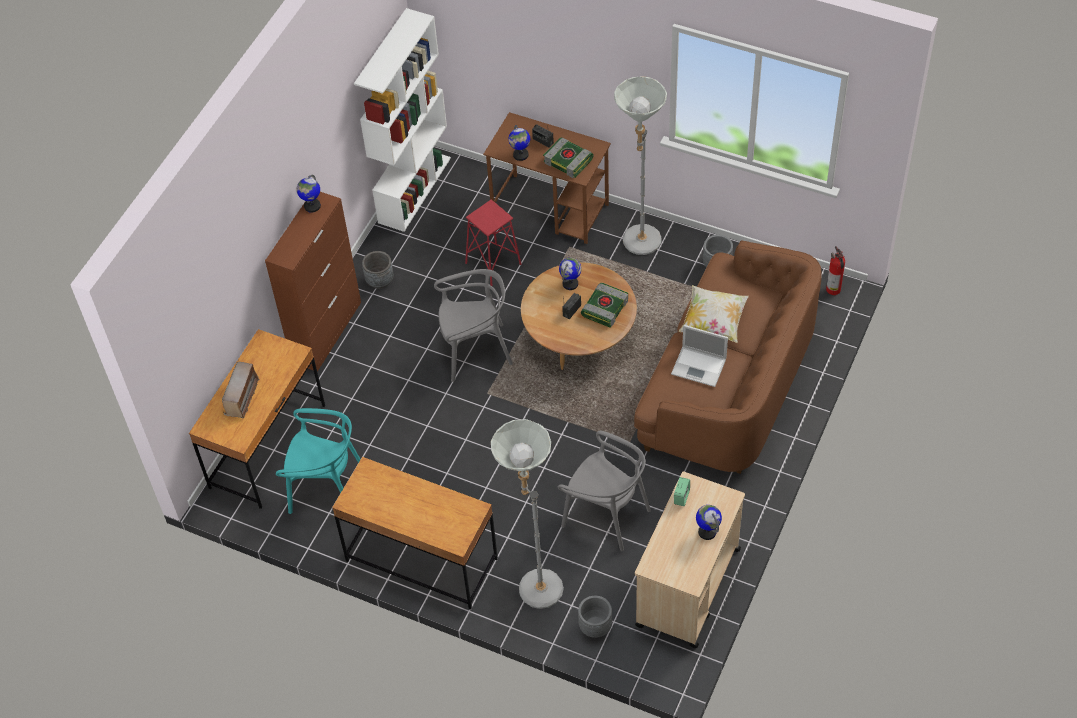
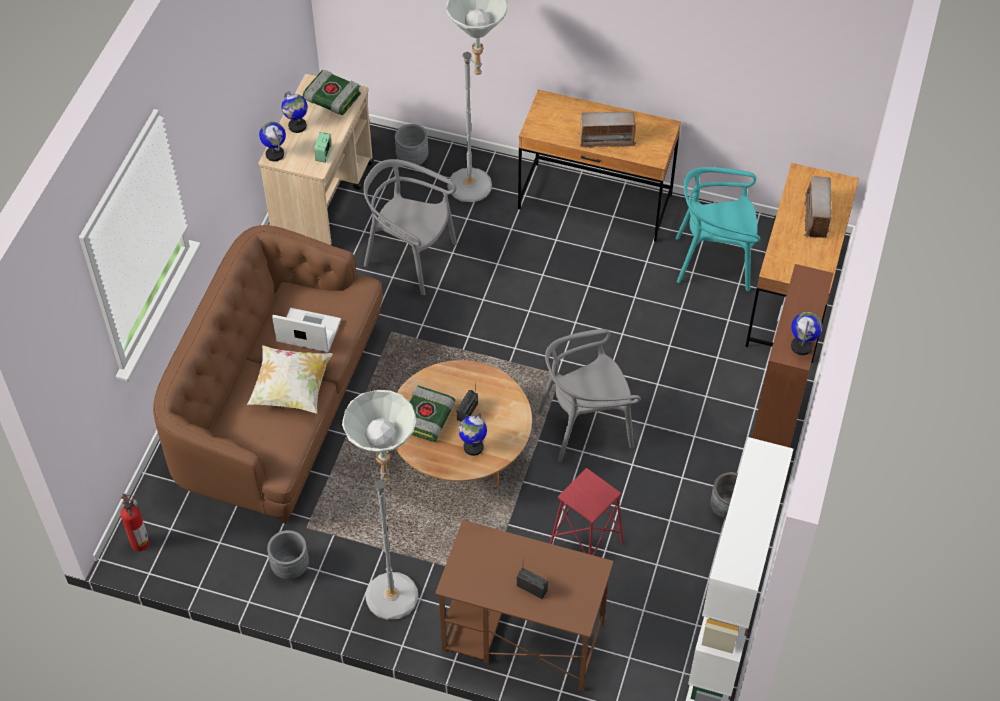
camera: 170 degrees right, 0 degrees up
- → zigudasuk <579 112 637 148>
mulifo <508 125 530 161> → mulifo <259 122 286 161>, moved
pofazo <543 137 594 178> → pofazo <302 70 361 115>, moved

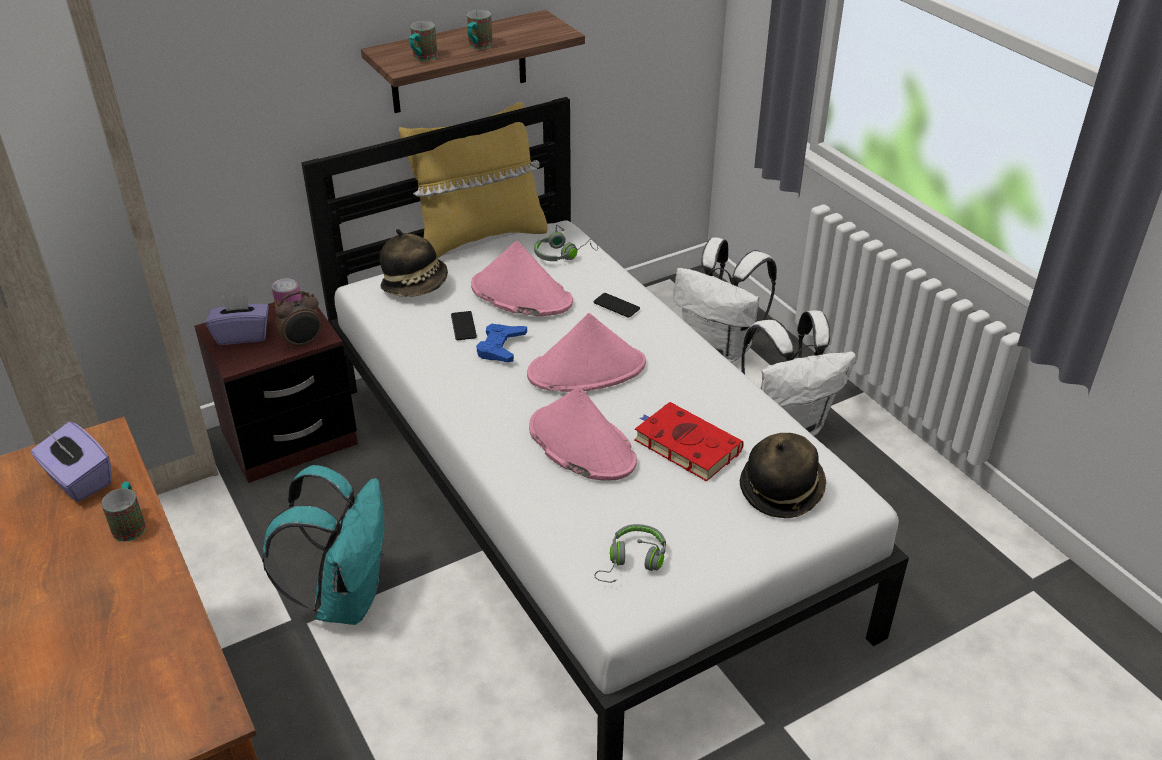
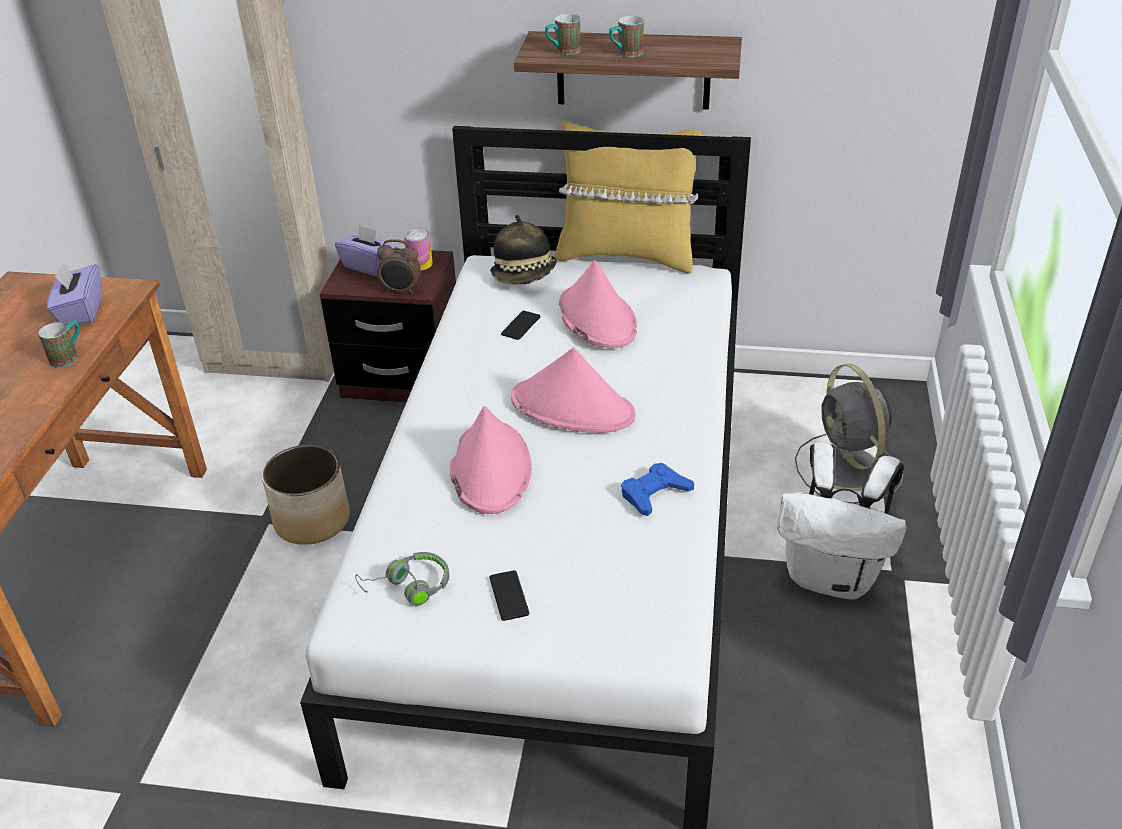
camera: 40 degrees right, 0 degrees up
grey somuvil <534 225 598 261> → -
red pofazo <634 402 744 482> → -
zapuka <740 433 826 518> → -
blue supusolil <476 323 527 363> → blue supusolil <621 463 694 516>, moved
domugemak <593 293 640 318> → domugemak <489 570 530 621>, moved
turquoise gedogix <262 465 385 625> → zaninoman <262 445 350 545>
white gedogix <673 237 777 363> → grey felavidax <795 364 903 504>

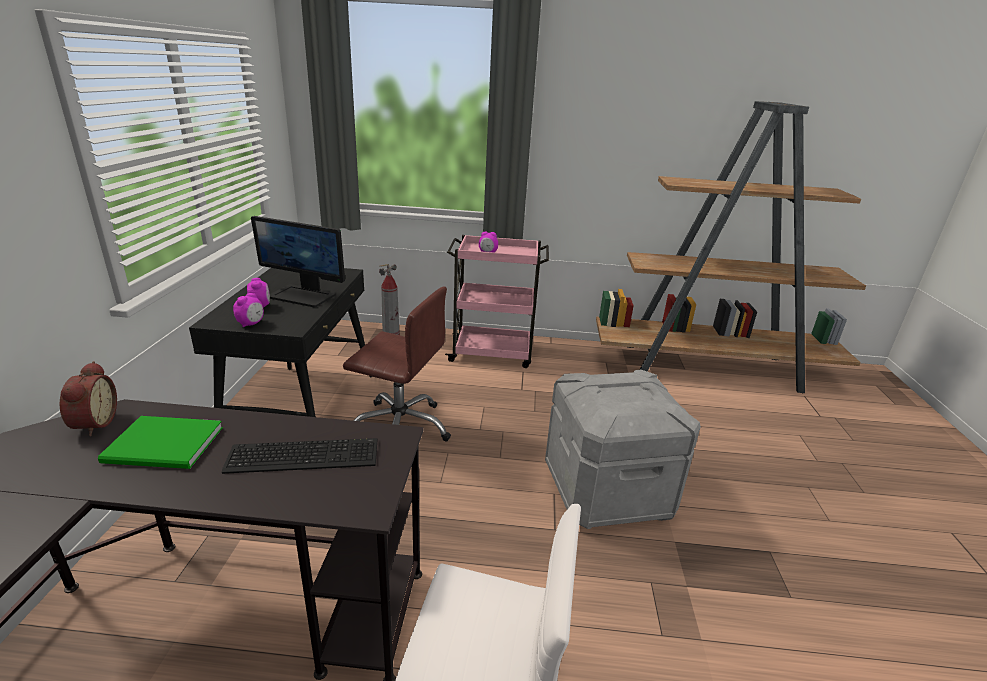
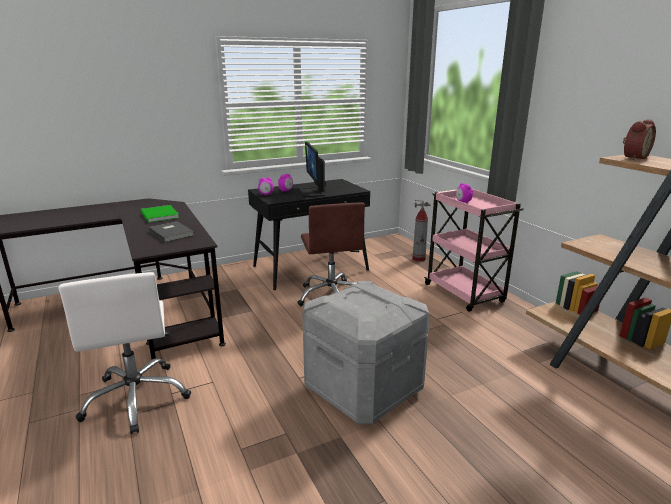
camera: 60 degrees right, 5 degrees down
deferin <60 361 117 436> → deferin <623 119 656 160>, moved
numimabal <222 438 378 474> → grey pofazo <149 221 194 242>

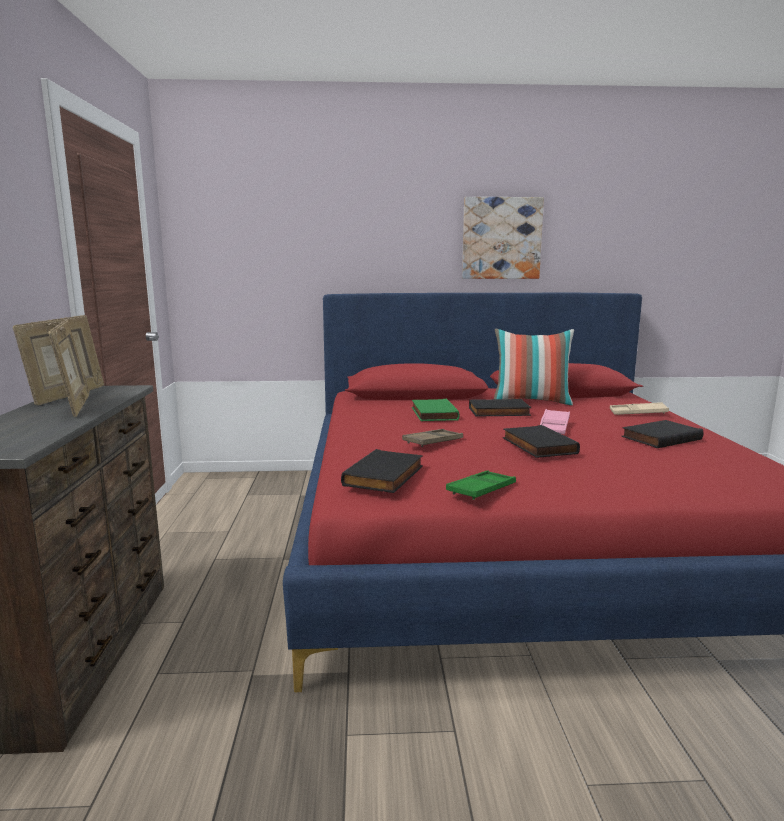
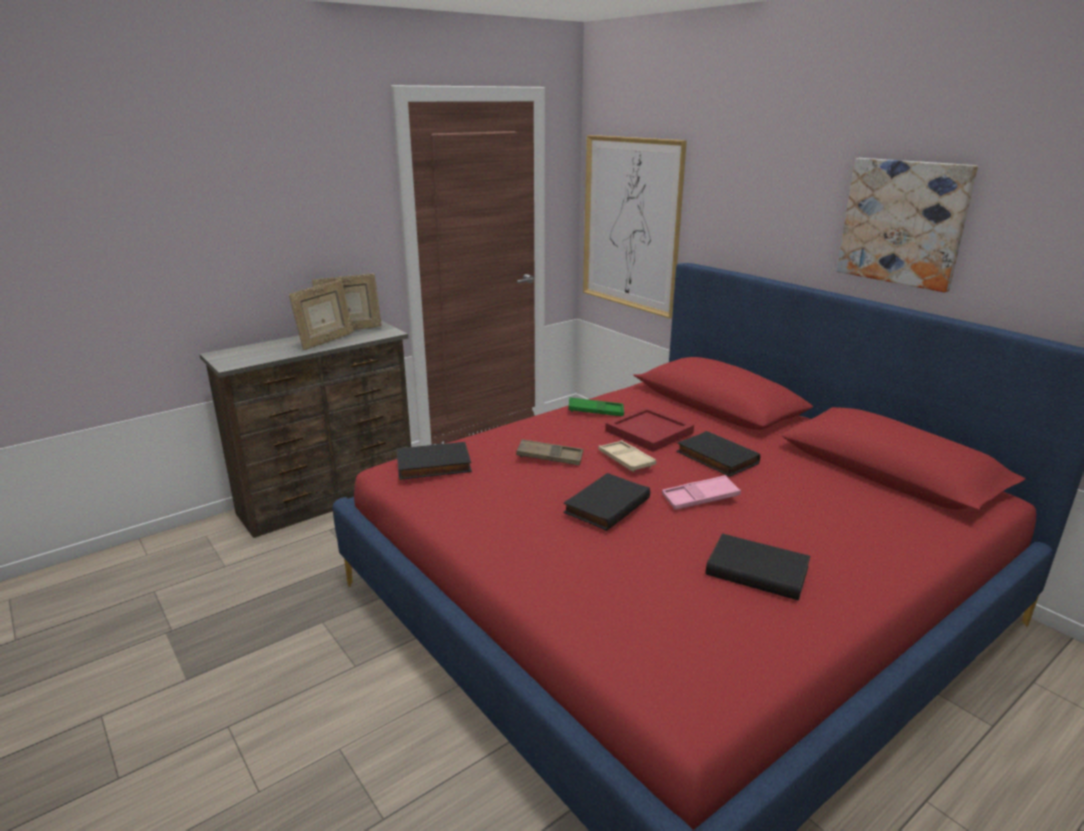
camera: 55 degrees right, 10 degrees up
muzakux <494 329 574 405> → -
- → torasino <583 135 687 318>
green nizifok <446 470 516 500> → green nizifok <568 397 624 416>, moved
beige nizifok <610 402 669 415> → beige nizifok <598 440 656 472>, moved
green pofazo <412 399 459 421> → red nizifok <605 407 694 452>

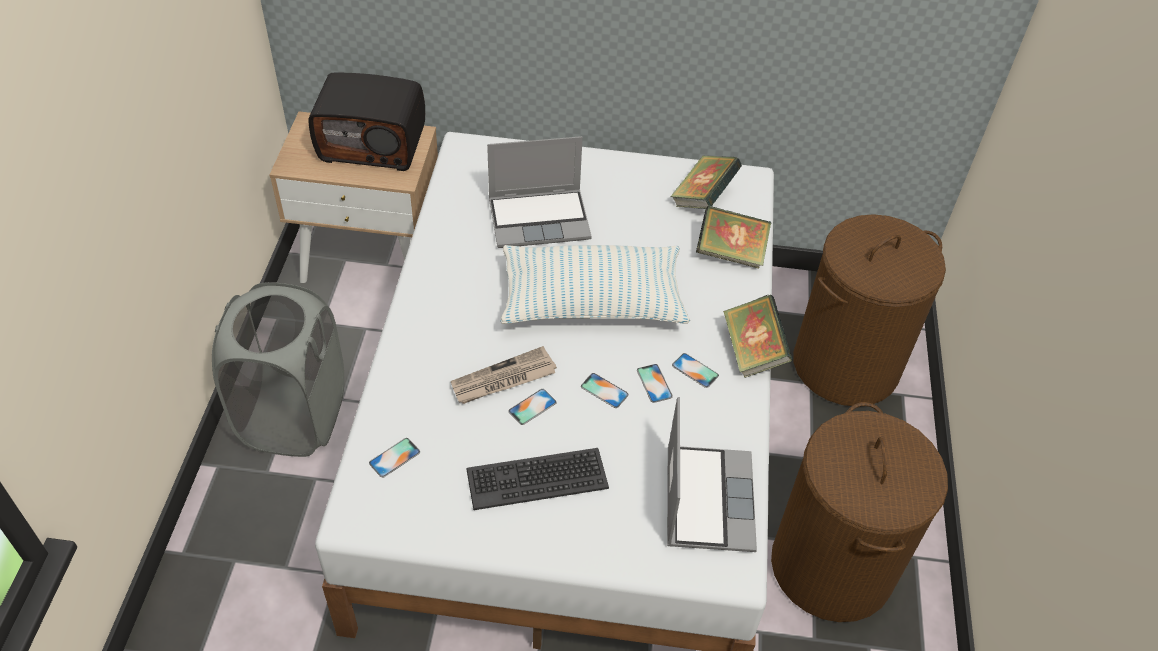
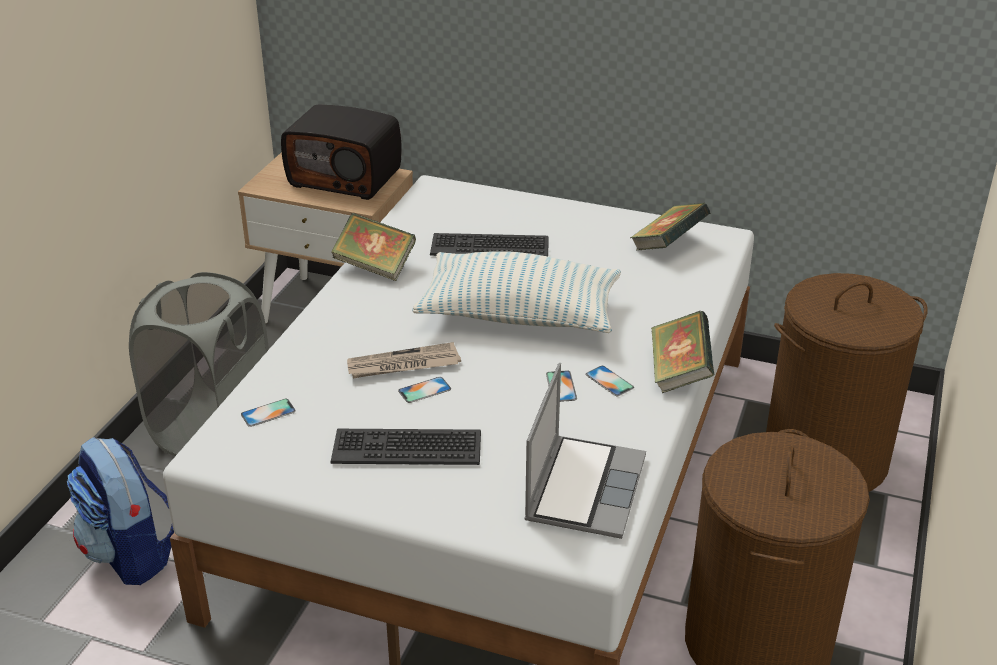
camera: 15 degrees right, 15 degrees down
domugemak <581 373 629 408> → -
- → gedogix <67 437 174 585>
pofazo <696 206 771 269> → pofazo <331 213 416 281>, moved
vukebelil <487 136 592 248> → numimabal <430 233 549 256>

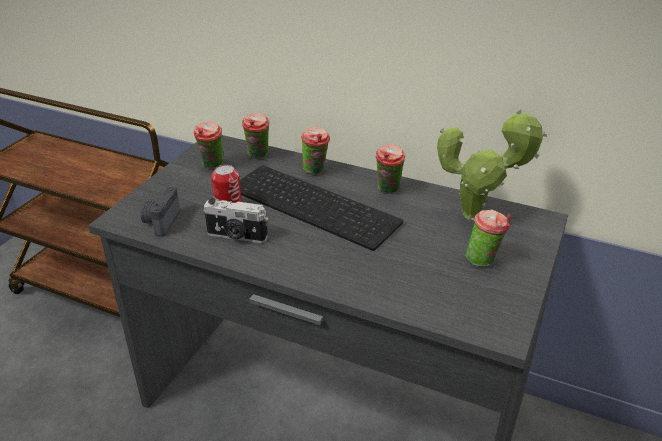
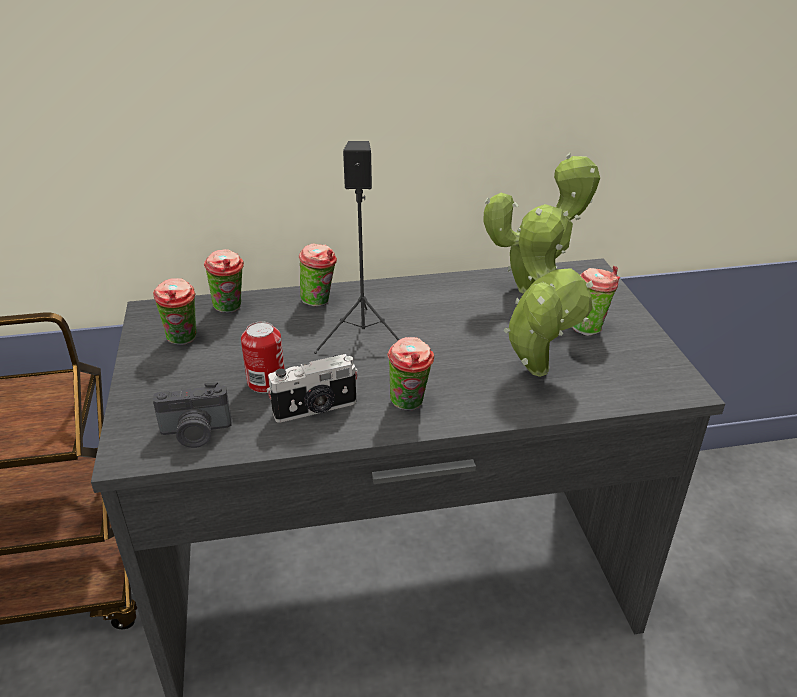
camera: 35 degrees left, 0 degrees up
- → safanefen <503 204 593 377>
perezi <376 144 406 194> → perezi <387 337 434 410>, moved
numimabal <240 165 403 251> → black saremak <314 141 400 354>
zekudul <141 186 180 237> → zekudul <153 382 232 448>, 75 degrees counterclockwise

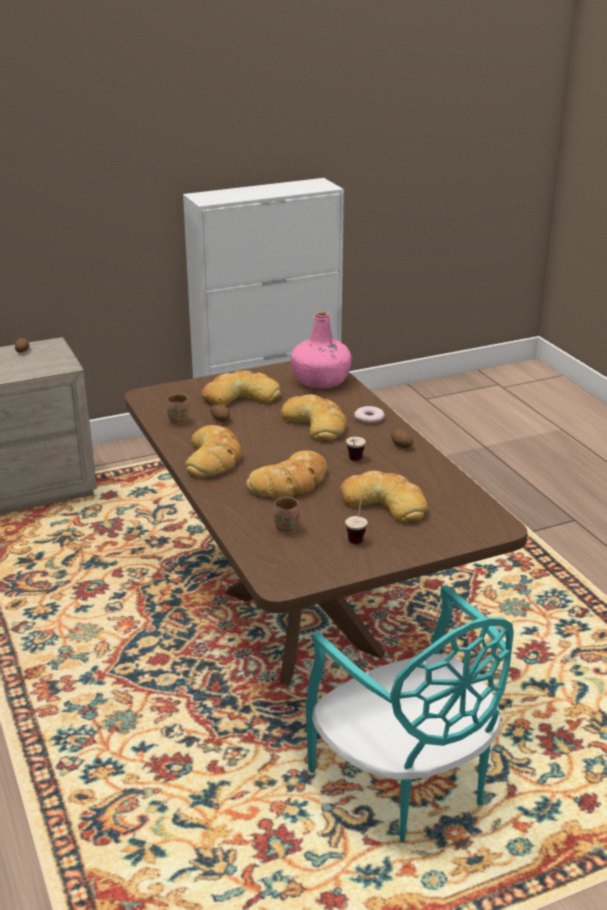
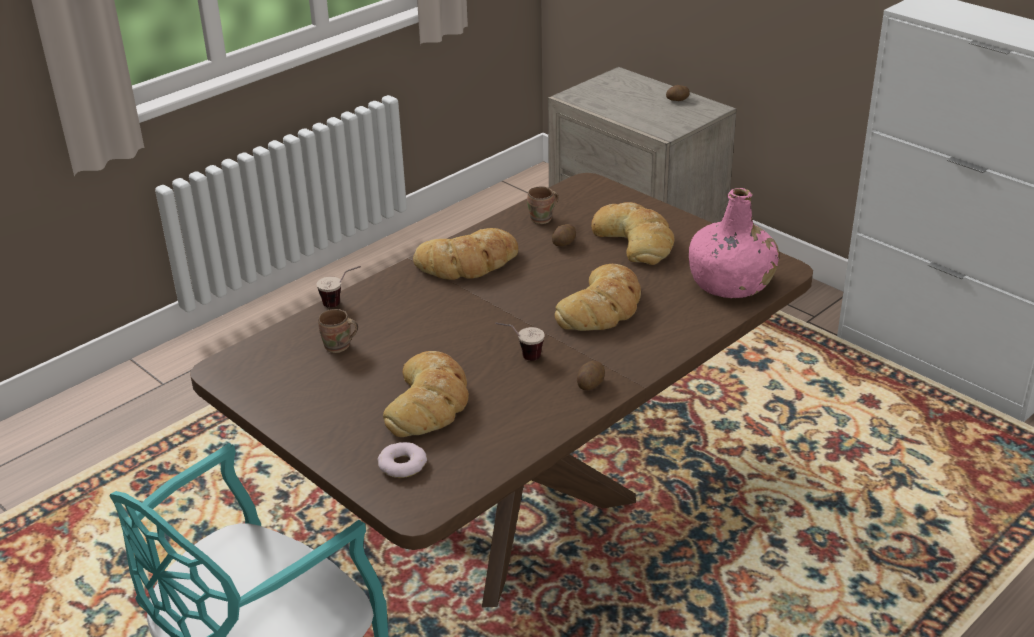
camera: 70 degrees right, 5 degrees up
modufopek <246 450 327 498> → -
perezi <345 494 367 544> → perezi <316 266 361 308>, moved
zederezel <354 406 385 424> → zederezel <378 442 427 478>, moved

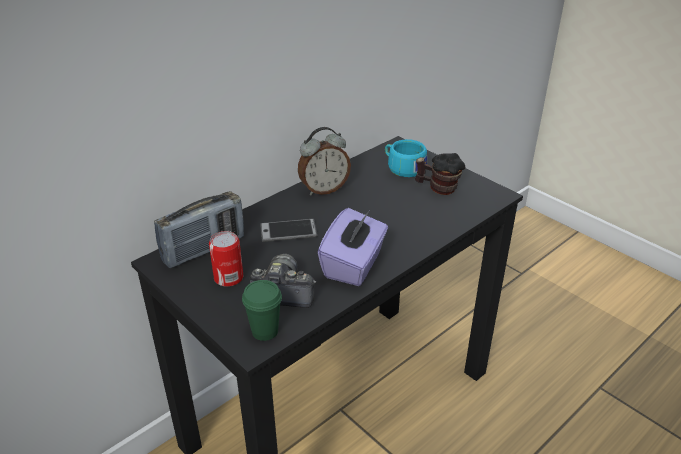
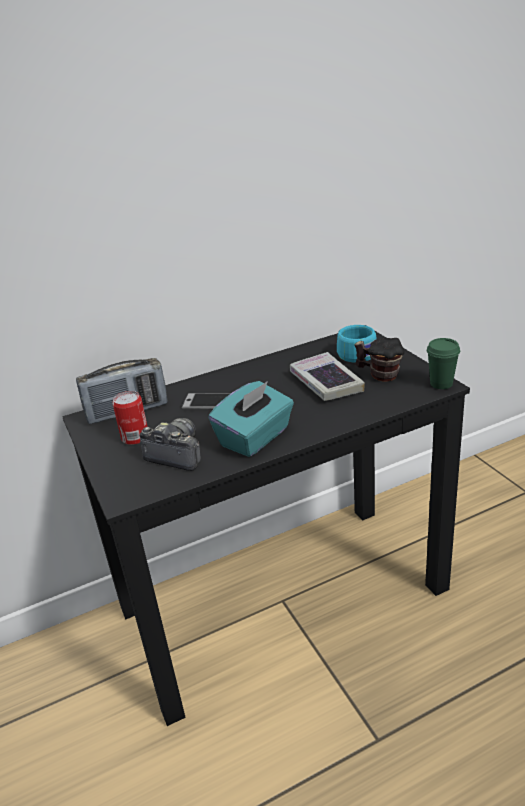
camera: 20 degrees right, 5 degrees down
deferin <298 127 351 195> → -
- → pofazo <290 352 365 401>
green perezi <242 280 282 341> → green perezi <427 338 460 389>, moved
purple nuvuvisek <318 208 388 286> → turquoise nuvuvisek <208 381 294 457>

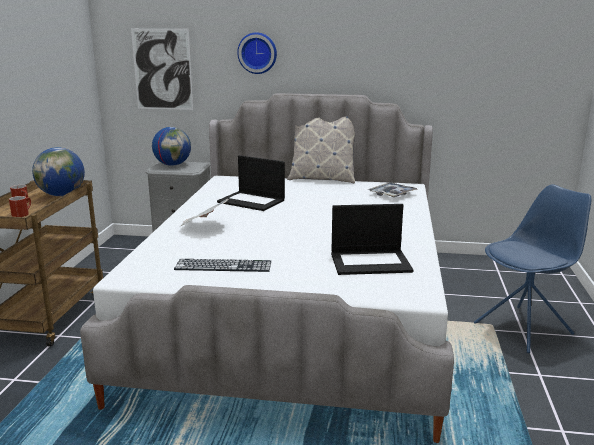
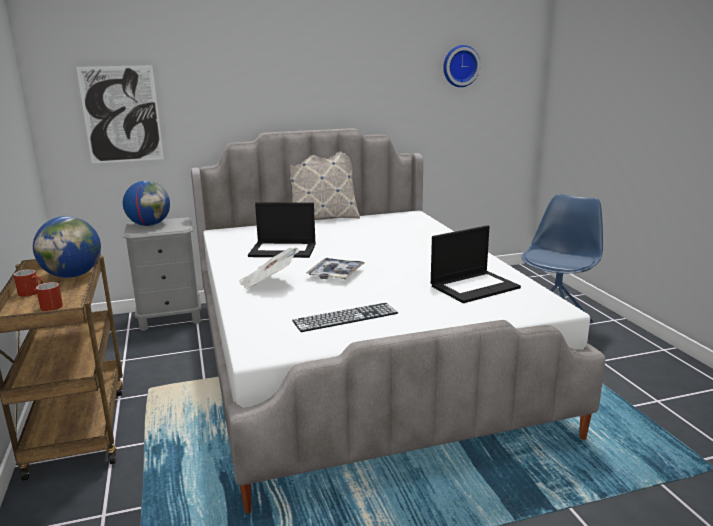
camera: 25 degrees left, 0 degrees up
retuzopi <237 32 277 74> → retuzopi <443 45 480 87>, moved
nizifok <368 182 417 197> → nizifok <306 258 365 279>, moved

